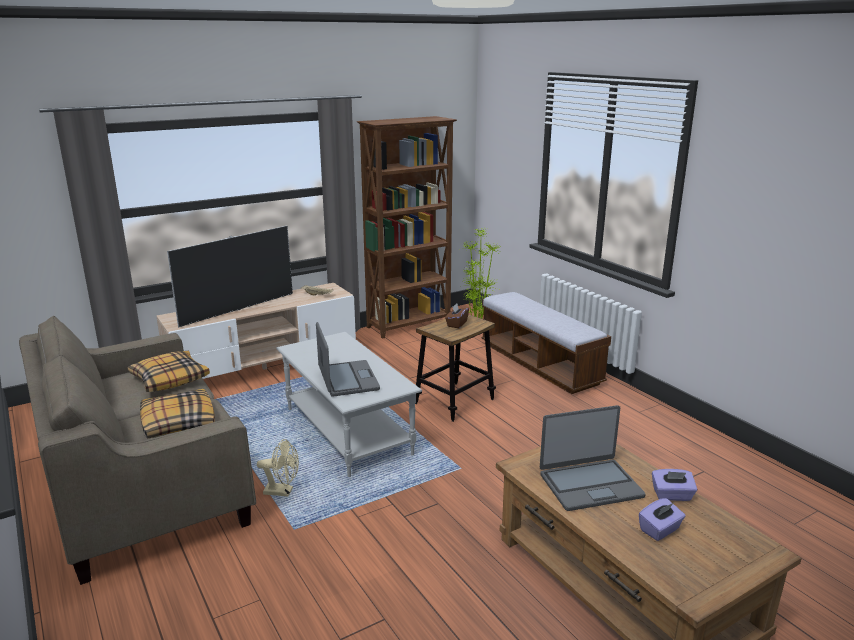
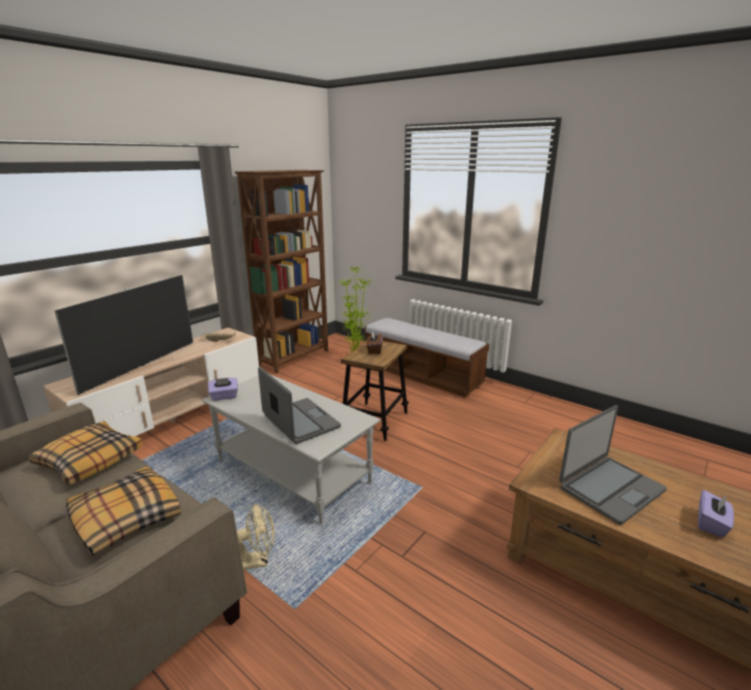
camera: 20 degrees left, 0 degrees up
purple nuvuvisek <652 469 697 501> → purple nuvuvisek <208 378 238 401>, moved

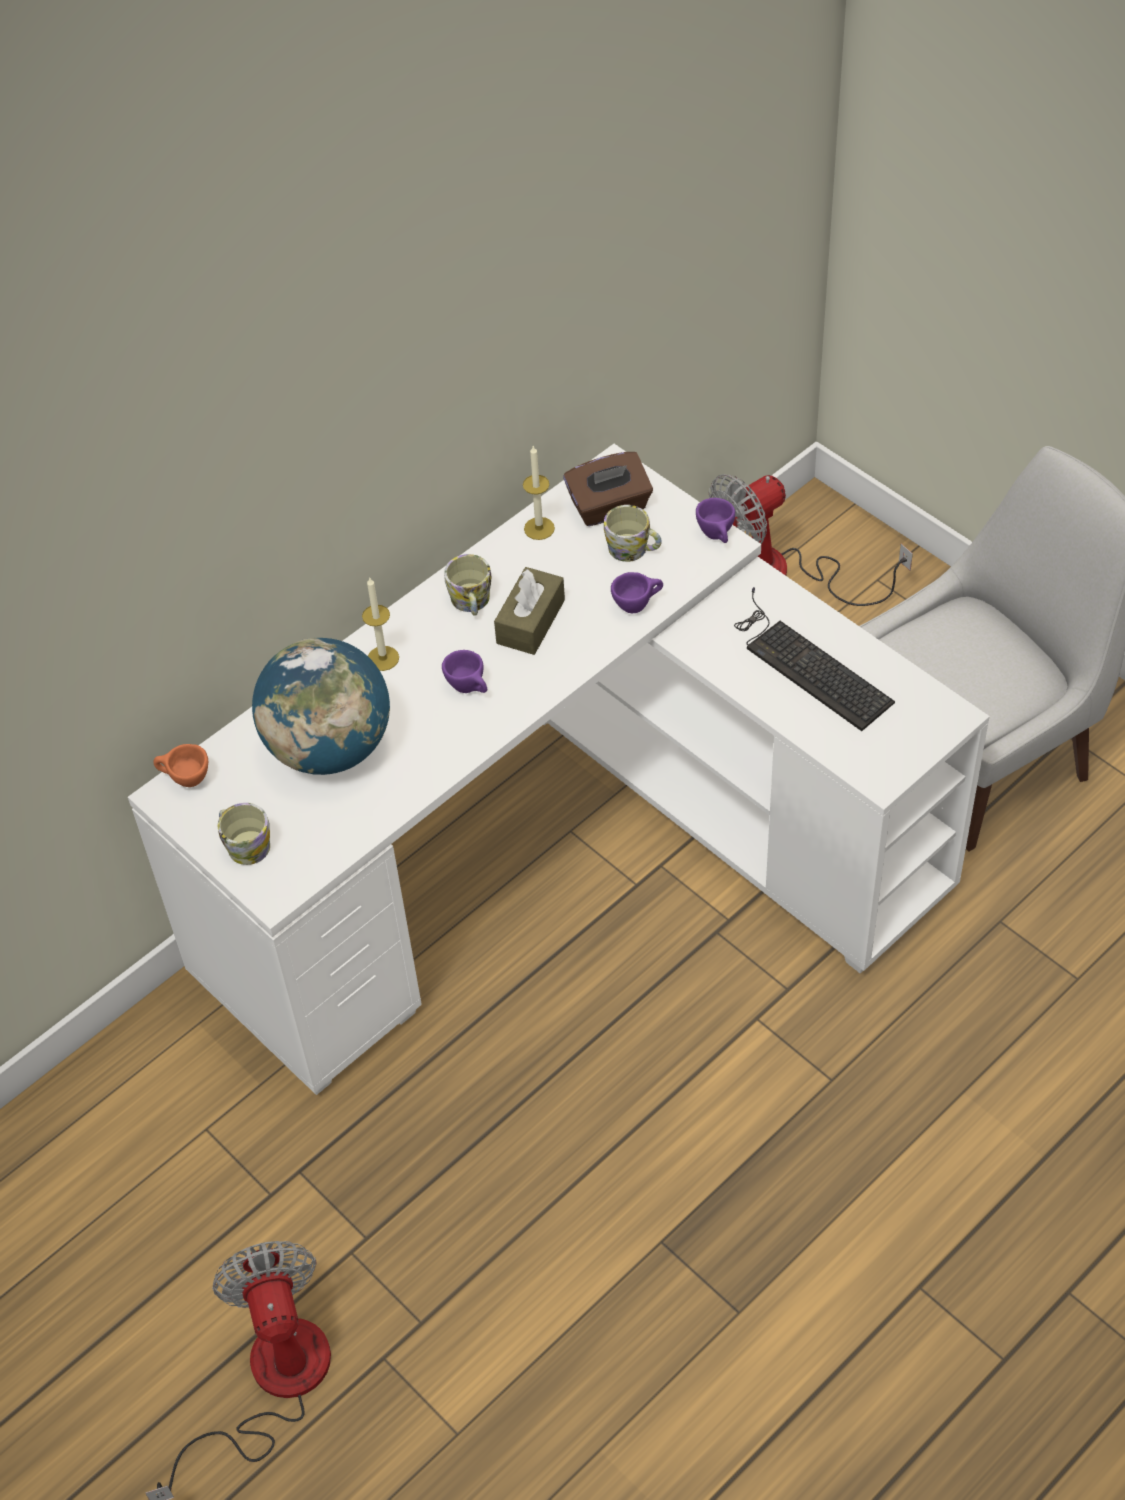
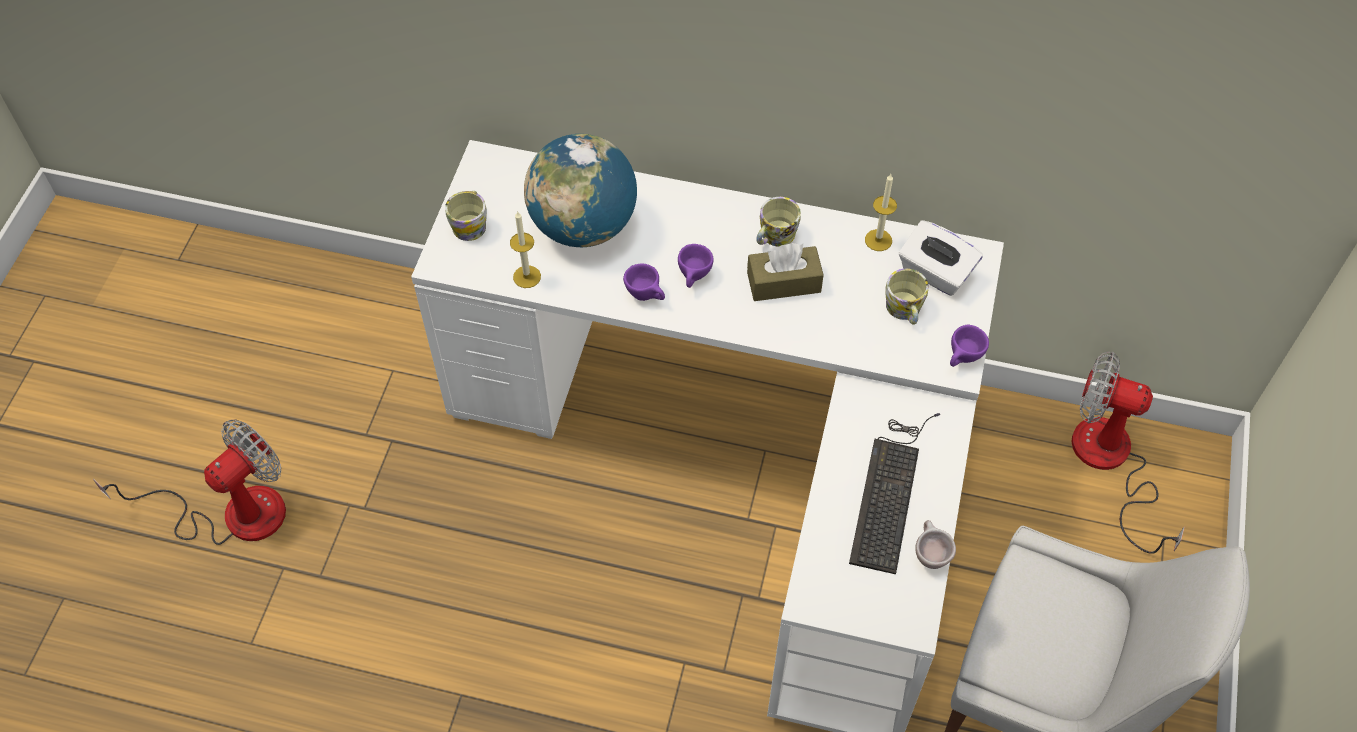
camera: 55 degrees right, 5 degrees up
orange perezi <153 744 208 787> → -
- → beige perezi <915 520 956 569>
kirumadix <362 577 399 671> → kirumadix <510 211 541 288>, moved
purple perezi <611 572 663 613> → purple perezi <623 263 665 301>, moved
brown nuvuvisek <563 452 653 526> → white nuvuvisek <899 220 983 296>

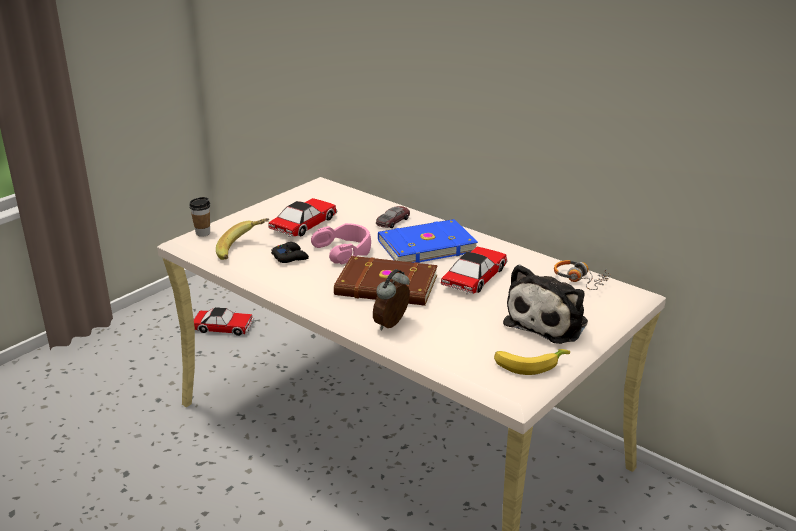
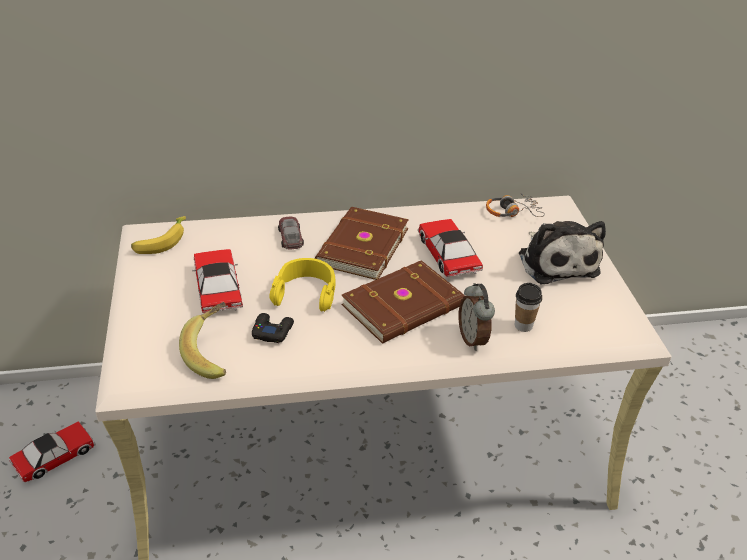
camera: 50 degrees left, 10 degrees up
perezi <189 197 210 237> → perezi <515 283 542 332>, moved
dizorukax <494 349 570 375> → dizorukax <131 216 186 254>, moved
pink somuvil <311 223 371 264> → yellow somuvil <270 258 336 312>
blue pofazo <378 219 478 263> → brown pofazo <315 207 409 280>

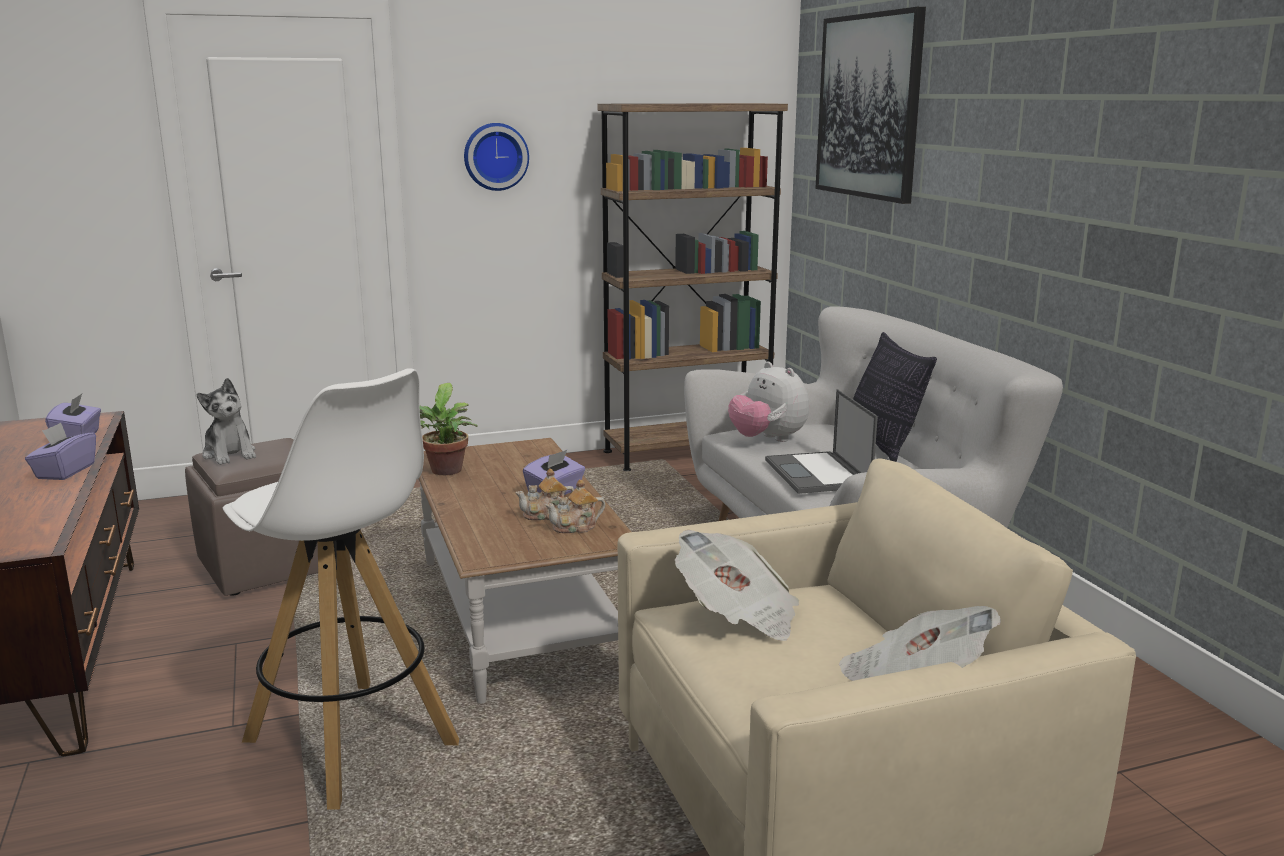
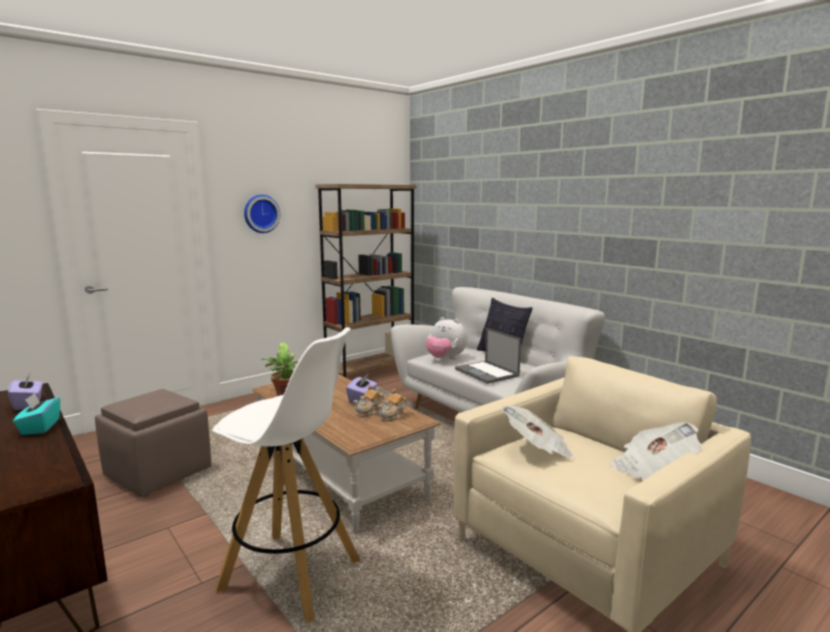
camera: 20 degrees left, 5 degrees down
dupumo <196 378 256 465> → -
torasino <815 7 926 204> → -
purple nuvuvisek <25 423 96 480> → turquoise nuvuvisek <13 393 60 435>

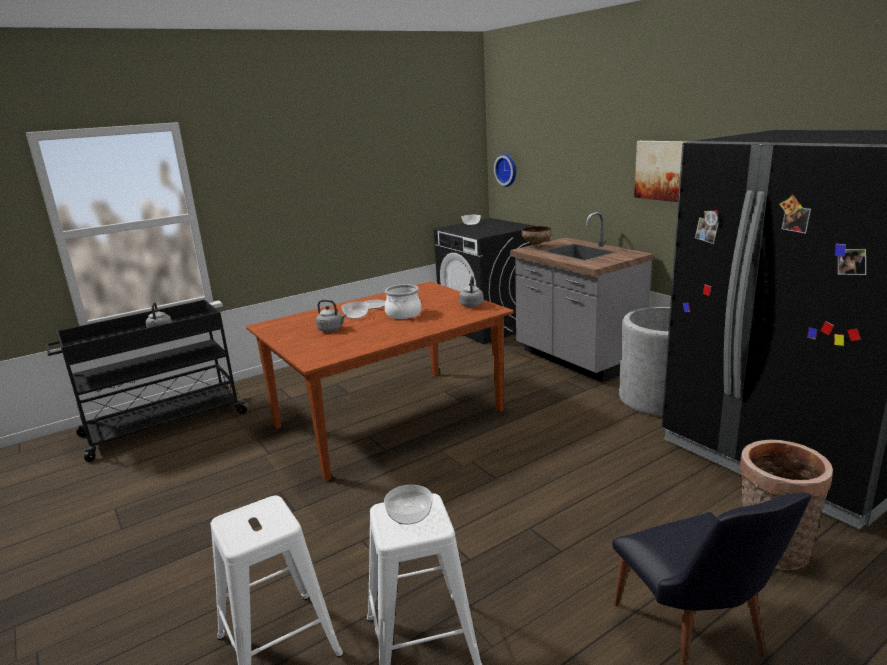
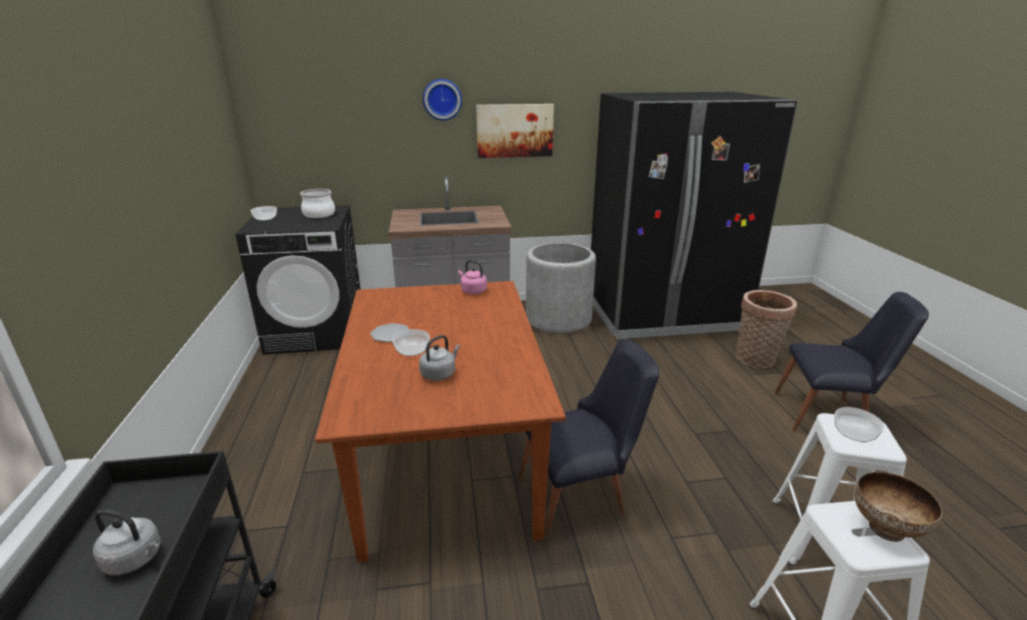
camera: 65 degrees left, 5 degrees up
- → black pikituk <518 339 659 538>
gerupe <385 284 422 319> → gerupe <300 189 335 218>, moved
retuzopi <494 154 516 187> → retuzopi <423 79 462 121>, moved
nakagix <521 226 552 248> → nakagix <854 472 942 542>, moved
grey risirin <460 276 484 307> → pink risirin <458 260 487 294>

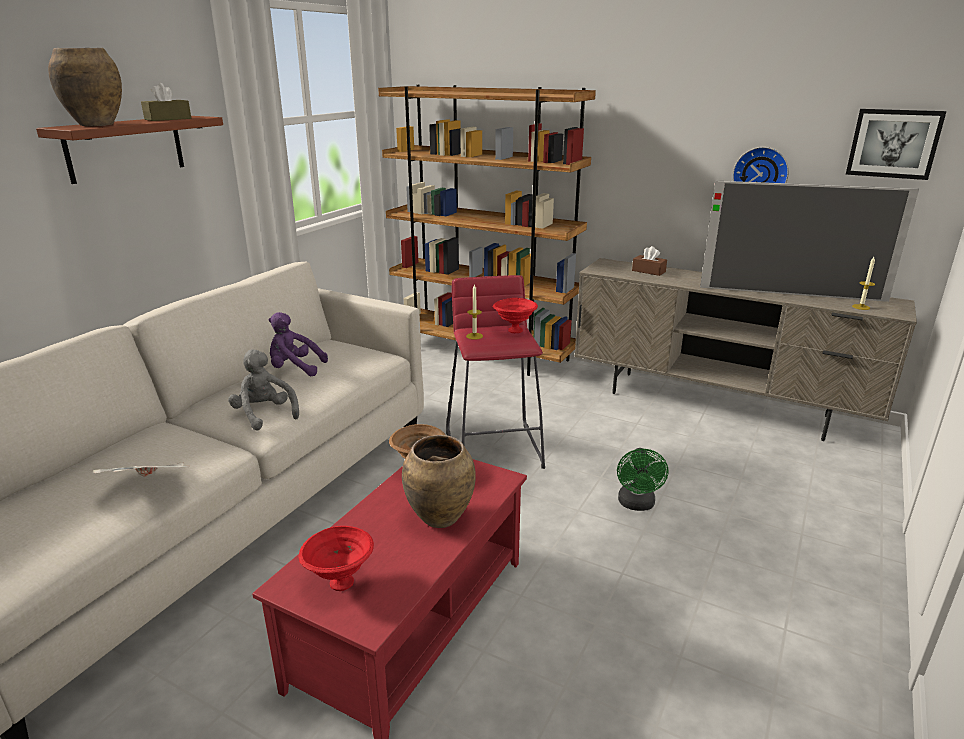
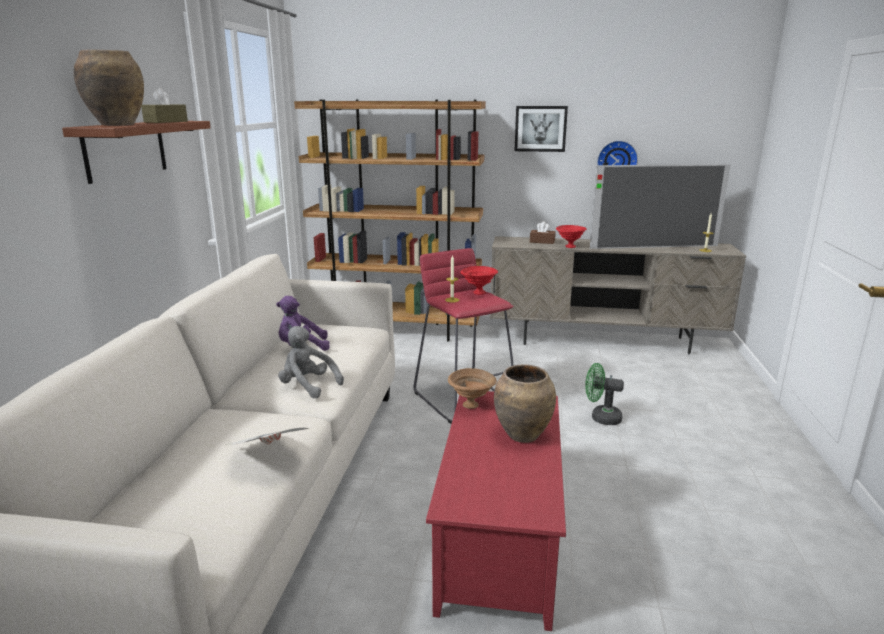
camera: 20 degrees left, 5 degrees down
red nakagix <298 526 374 591> → red nakagix <556 225 587 248>, moved
torasino <846 109 946 180> → torasino <515 106 568 152>, moved
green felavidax <617 448 668 511> → green felavidax <585 363 624 425>, 120 degrees clockwise

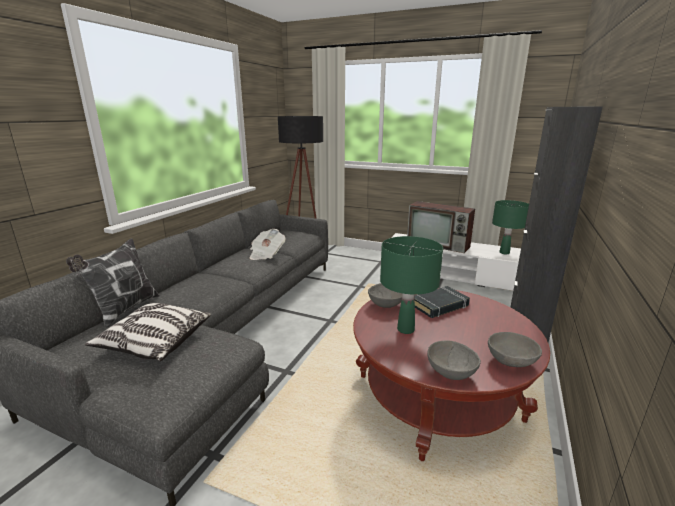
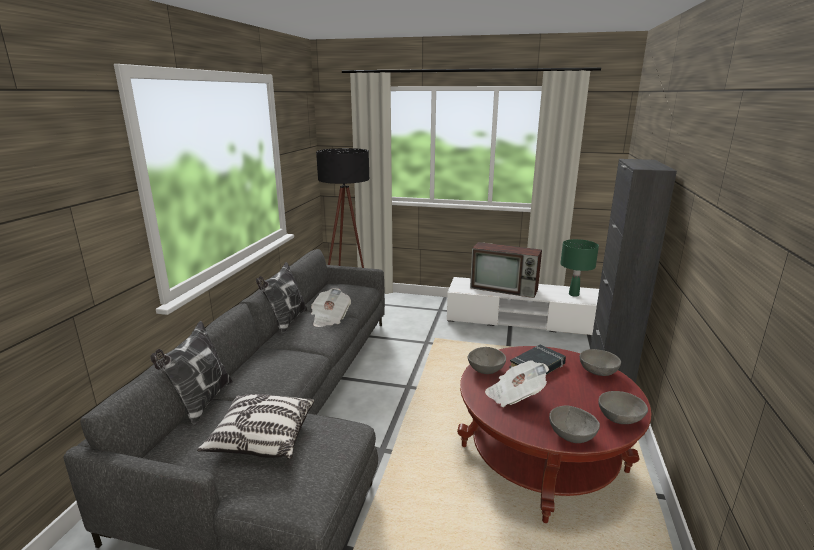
camera: 10 degrees left, 0 degrees up
- → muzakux <256 262 307 335>
- → grey nakagix <580 349 621 376>
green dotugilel <380 236 443 334> → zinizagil <485 360 549 407>

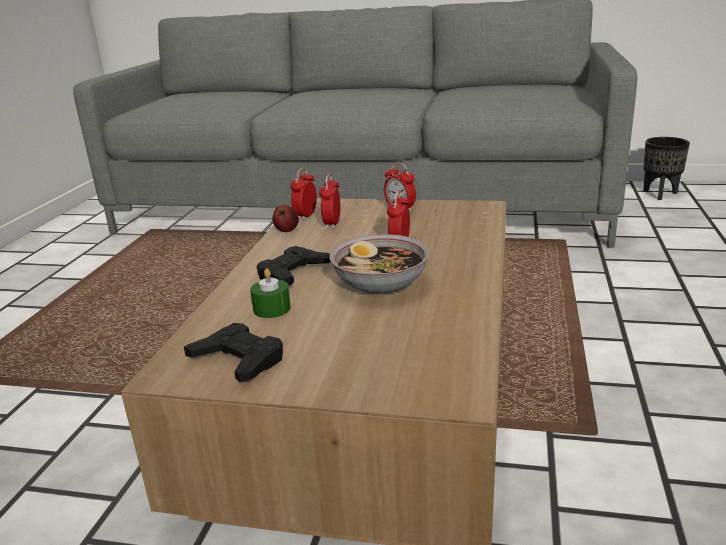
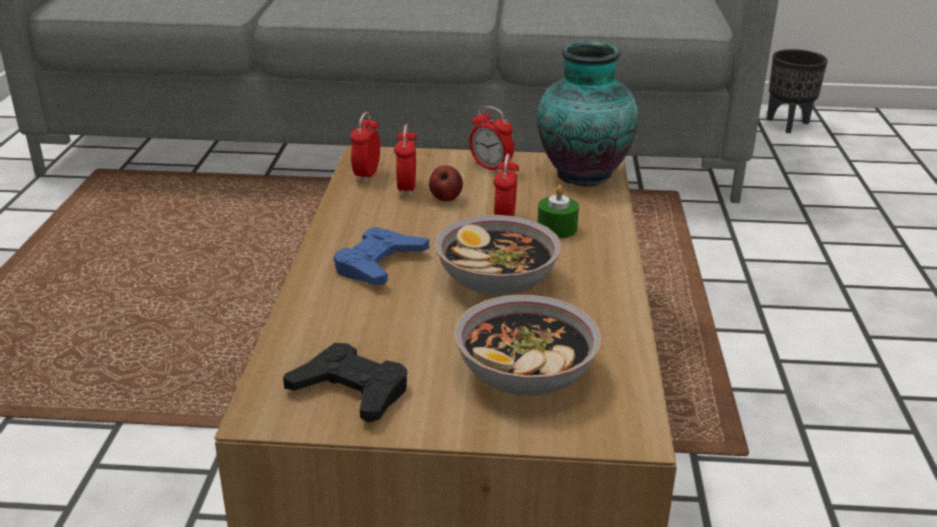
camera: 10 degrees left, 5 degrees up
- → nakagix <454 294 602 396>
- → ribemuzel <537 42 639 187>
green kirumadix <250 268 291 318> → green kirumadix <538 185 579 238>, moved
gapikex <273 205 299 232> → gapikex <429 165 463 201>, moved
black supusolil <257 246 331 285> → blue supusolil <334 227 429 285>

